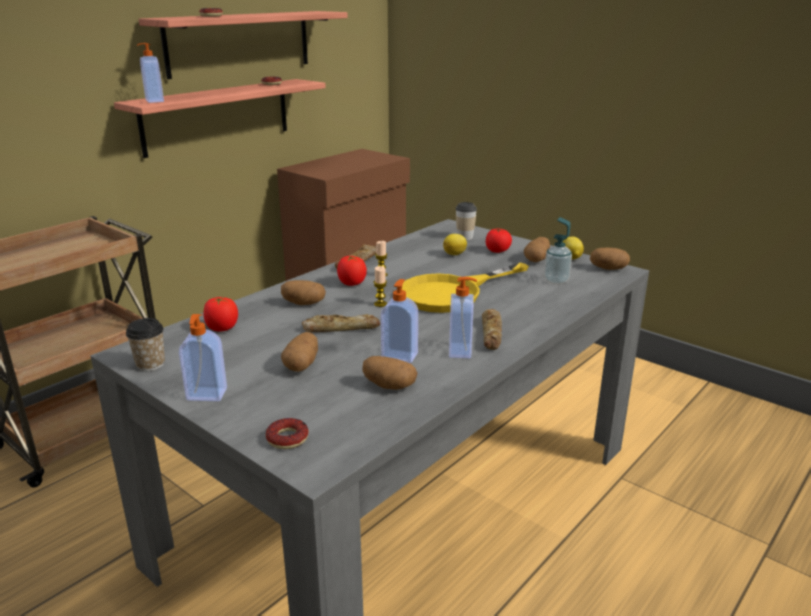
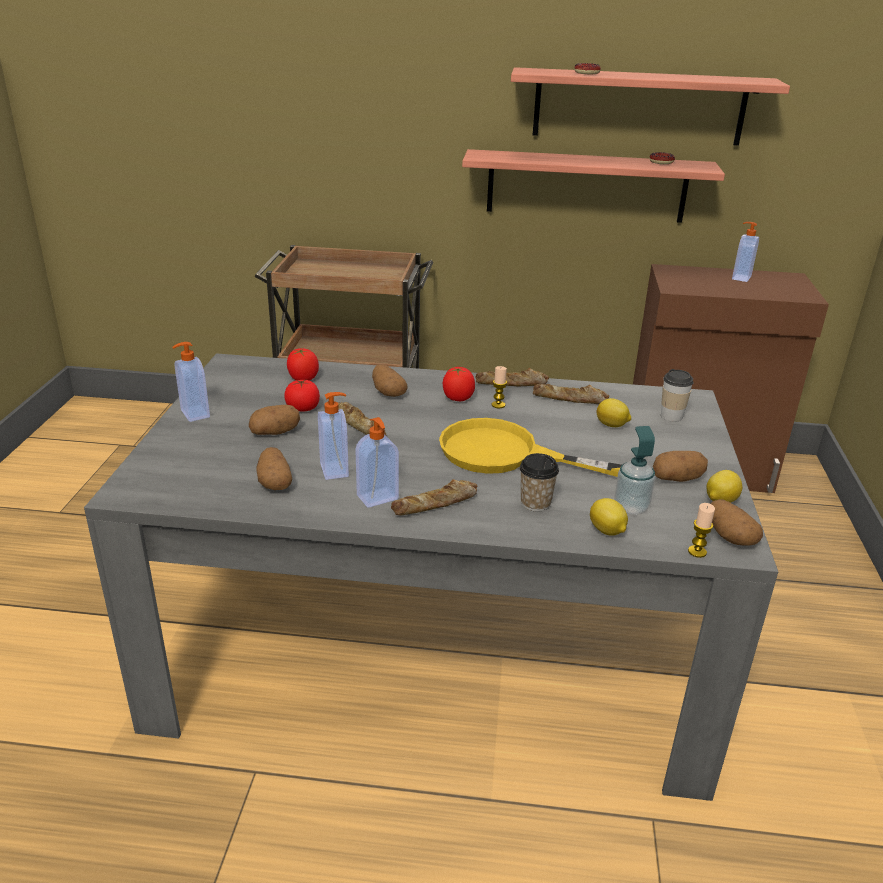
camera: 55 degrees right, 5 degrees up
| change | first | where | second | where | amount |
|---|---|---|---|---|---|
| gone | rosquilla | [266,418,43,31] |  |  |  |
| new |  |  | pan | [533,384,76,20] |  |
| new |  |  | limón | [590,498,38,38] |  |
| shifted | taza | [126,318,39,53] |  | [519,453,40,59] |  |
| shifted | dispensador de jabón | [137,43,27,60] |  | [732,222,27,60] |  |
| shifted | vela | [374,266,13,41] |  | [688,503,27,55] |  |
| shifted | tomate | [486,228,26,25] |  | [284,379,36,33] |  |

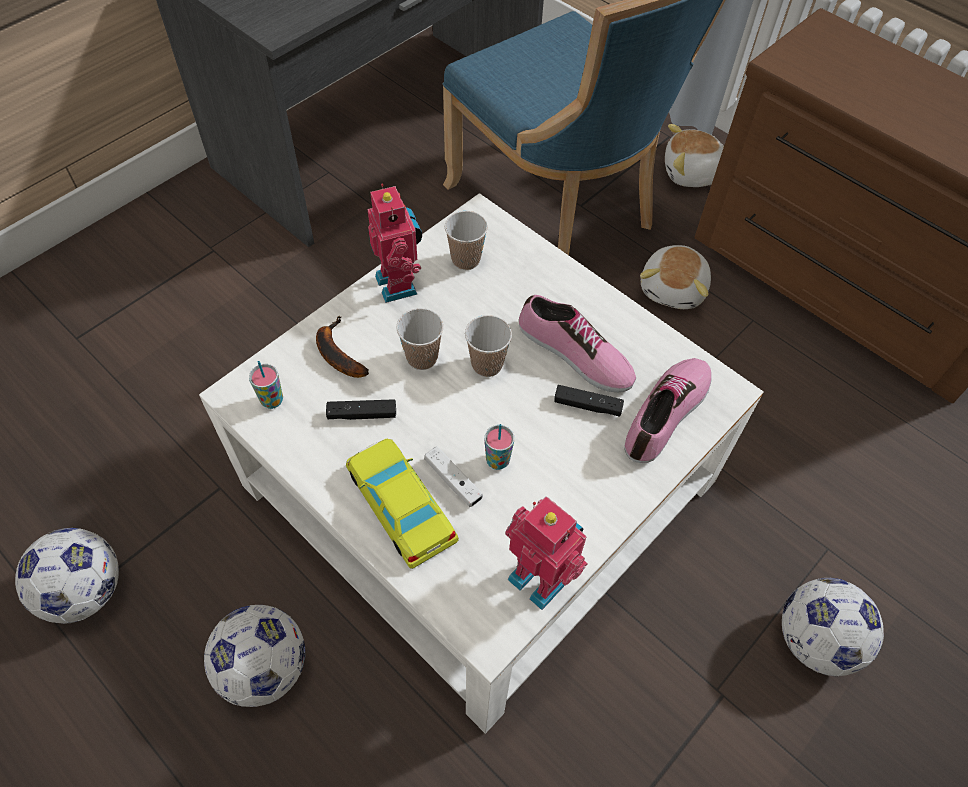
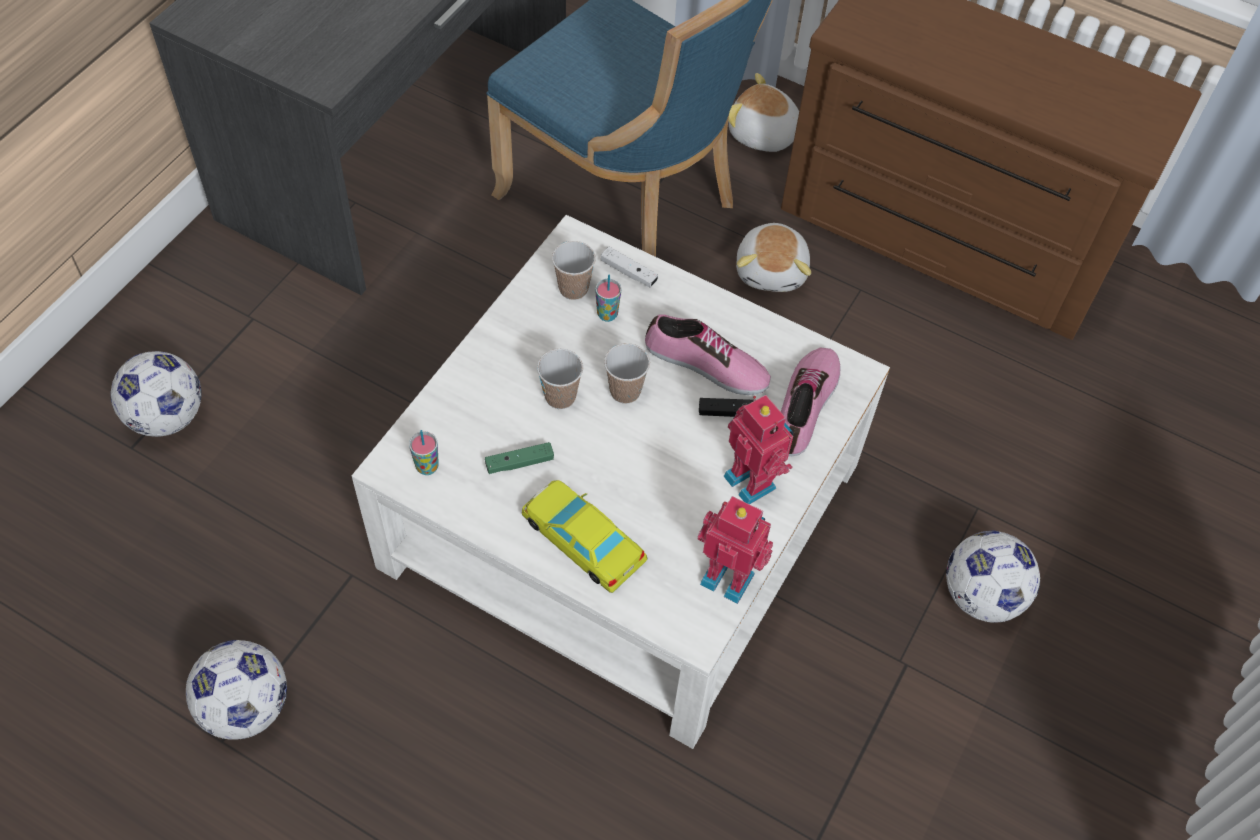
camera: 15 degrees left, 0 degrees up
| change | first | where | second | where | amount |
|---|---|---|---|---|---|
| gone | plátano | [316,316,53,62] |  |  |  |
| shifted | balón de fútbol | [204,605,101,102] |  | [111,351,91,86] |  |
| shifted | robot de juguete | [367,184,55,119] |  | [724,395,69,109] |  |
| shifted | mando de consola/blanco | [424,446,59,61] |  | [601,247,57,41] |  |
| shifted | taza | [485,424,29,46] |  | [595,275,27,47] |  |
| repainted | mando de consola/negro | [326,399,70,21] | mando de consola/verde | [485,442,69,32] |  |
| rotated | peluche | [665,124,59,63] |  | [728,73,71,79] | 45 degrees clockwise |

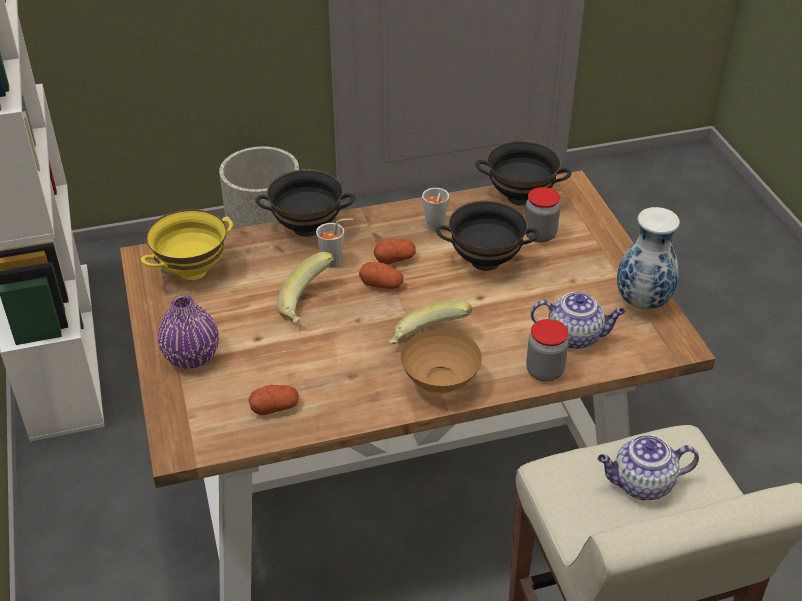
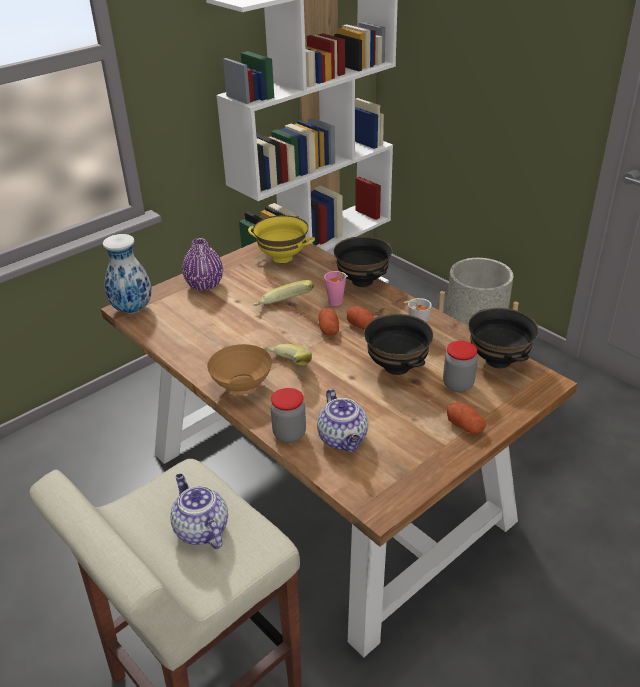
camera: 65 degrees right, 5 degrees down
| change | first | where | second | where | amount |
|---|---|---|---|---|---|
| shifted | patata | [248,385,51,30] |  | [447,402,39,32] |  |
| shifted | florero | [617,207,63,103] |  | [103,234,49,79] |  |
| repainted | taza/gris | [316,218,37,50] | taza/rosa | [324,271,24,35] |  |

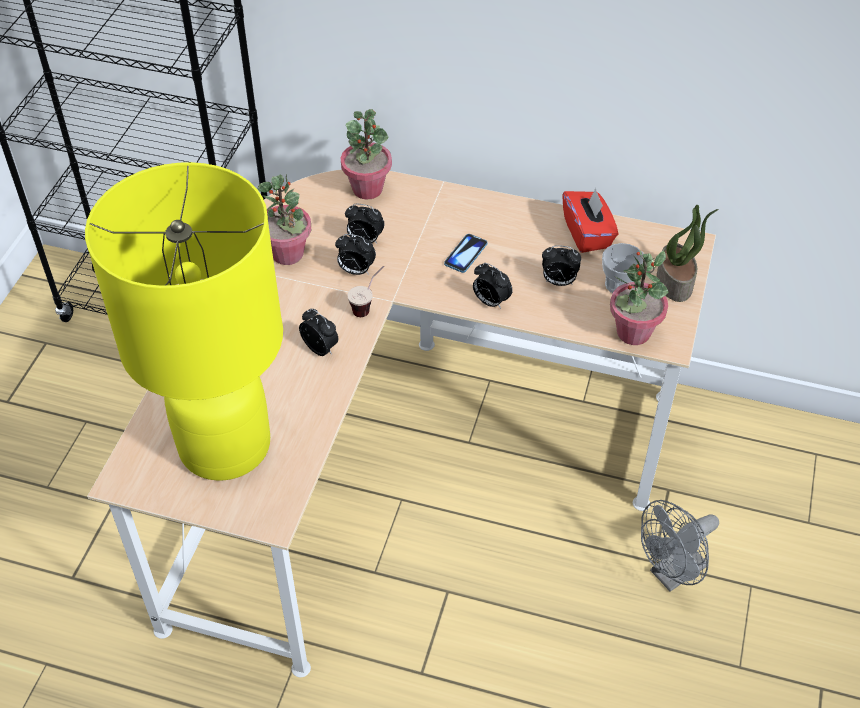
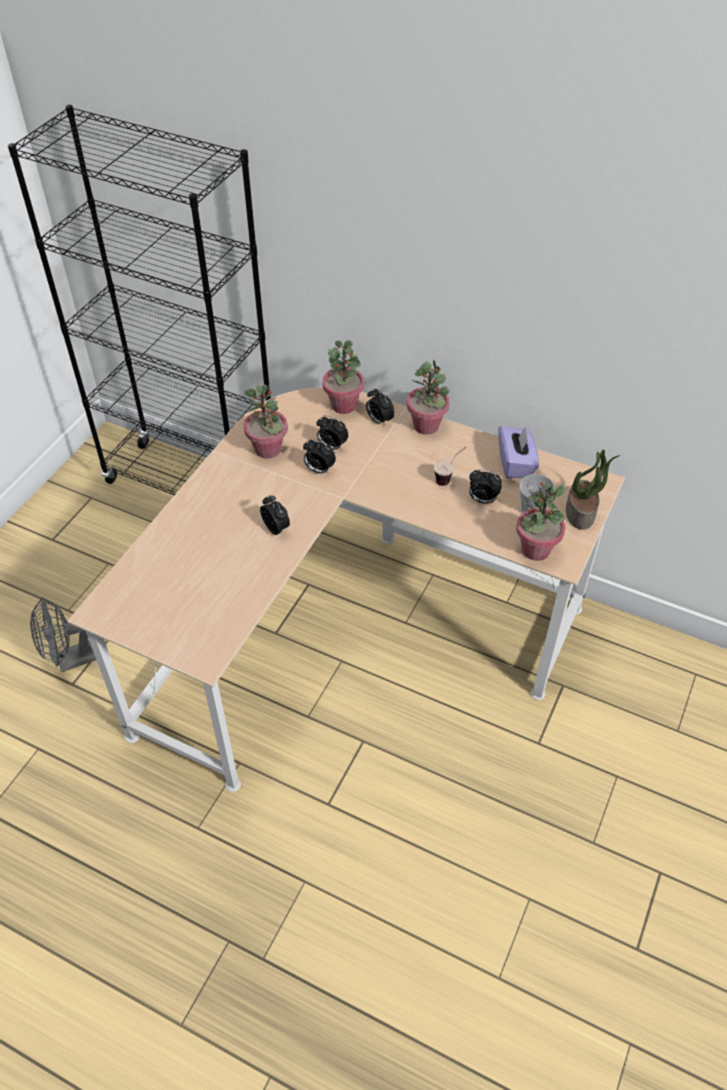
camera: 10 degrees right, 0 degrees up
| change | first | where | second | where | amount |
|---|---|---|---|---|---|
| gone | lámpara de mesa/amarillo | [85,162,198,319] |  |  |  |
| gone | móvil | [444,234,43,39] |  |  |  |
| new |  |  | planta en maceta | [407,360,42,75] |  |
| shifted | taza | [347,266,37,51] |  | [434,447,32,39] |  |
| shifted | despertador | [473,263,40,46] |  | [366,388,29,39] |  |
| shifted | ventilador/gris | [641,500,78,92] |  | [30,597,66,75] |  |
| repainted | caja de pañuelos/rojo | [562,188,56,65] | caja de pañuelos/morado | [499,426,40,52] |  |

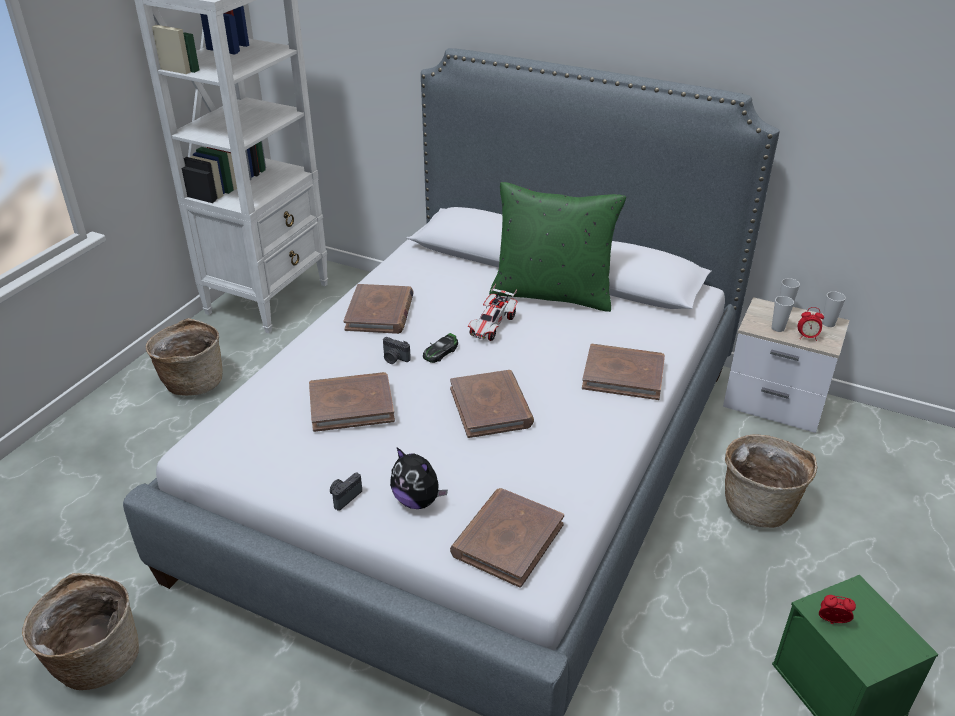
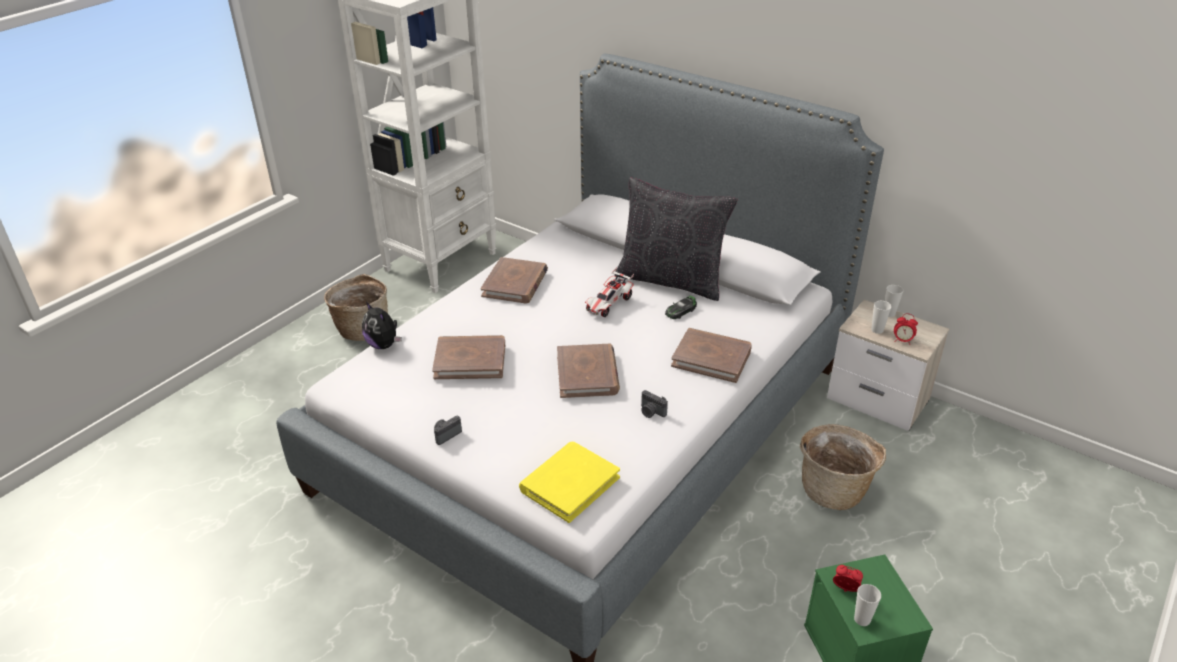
camera: 10 degrees right, 0 degrees up
| change | first | where | second | where | amount |
|---|---|---|---|---|---|
| gone | cesta | [22,573,117,117] |  |  |  |
| shifted | cámara | [383,337,28,27] |  | [641,390,27,28] |  |
| shifted | peluche | [390,448,58,61] |  | [362,302,40,47] |  |
| shifted | coche de juguete | [423,333,35,30] |  | [665,296,32,23] |  |
| shifted | taza | [822,291,24,36] |  | [854,584,27,42] |  |
| repainted | libro/marrón | [450,488,114,100] | libro/amarillo | [519,442,101,81] |  |
| repainted | cojín/verde | [489,182,137,130] | cojín/negro | [614,178,124,123] |  |

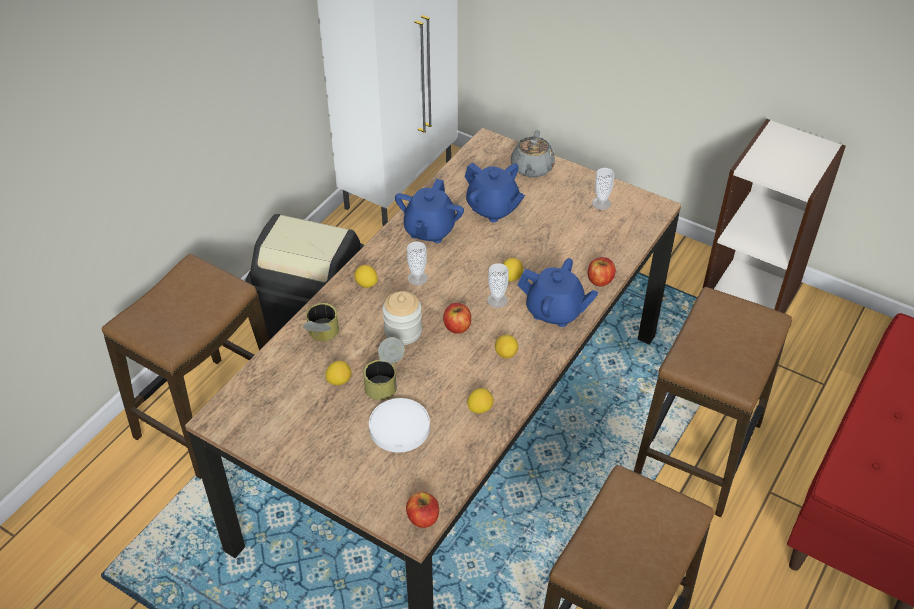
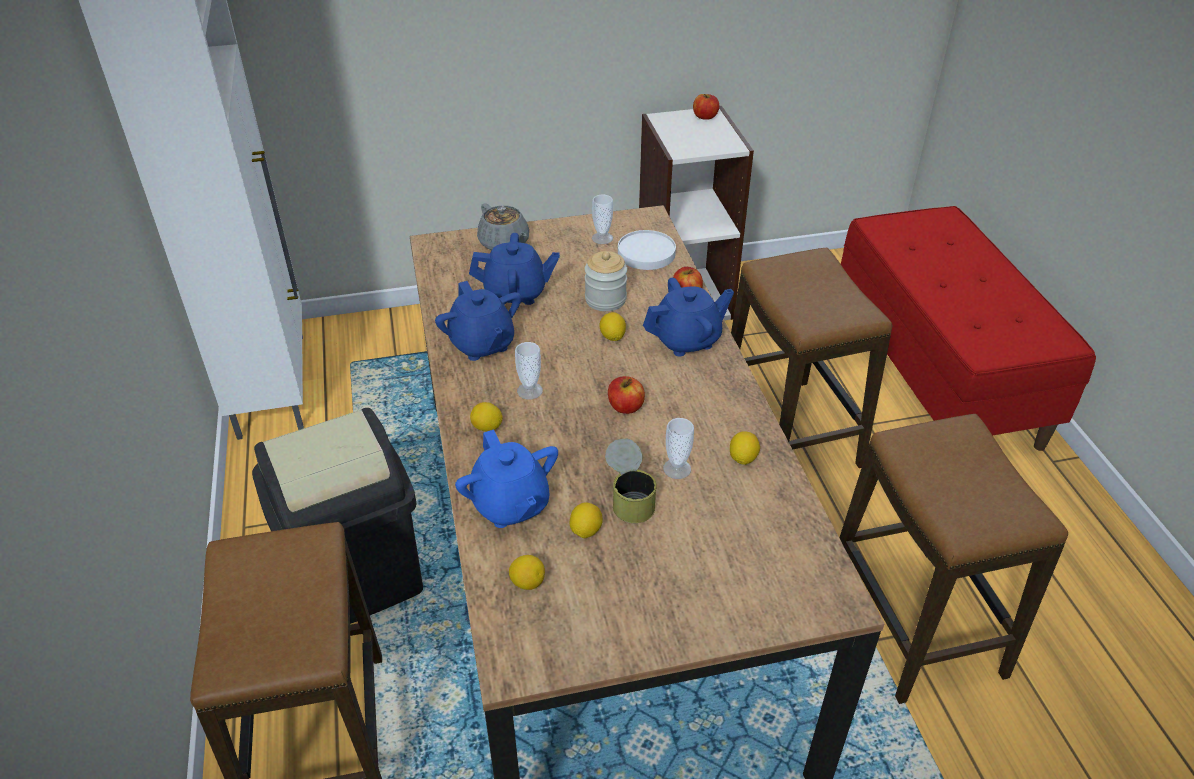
camera: 45 degrees left, 5 degrees down
| change | first | where | second | where | amount |
|---|---|---|---|---|---|
| shifted | plato/blanco | [369,398,61,55] |  | [618,230,58,40] |  |
| shifted | tarro | [382,291,40,54] |  | [585,251,42,60] |  |
| shifted | manzana | [406,492,33,36] |  | [693,94,26,26] |  |
| shifted | taza | [487,263,21,45] |  | [663,418,31,61] |  |
| shifted | limón | [495,335,23,23] |  | [509,555,36,35] |  |
| swapped | lata | [303,303,36,38] | tetera/azul | [455,430,103,98] |  |

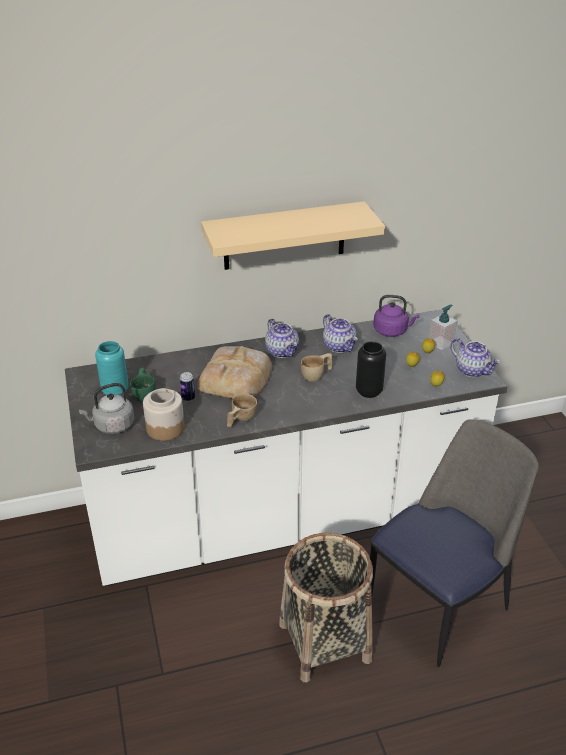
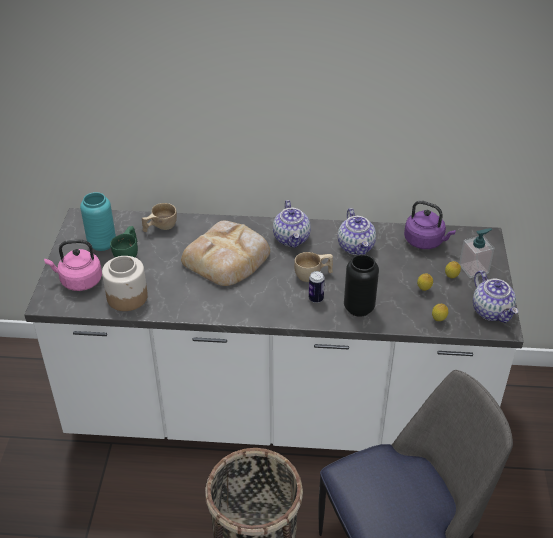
camera: 20 degrees right, 5 degrees up
| change | first | where | second | where | amount |
|---|---|---|---|---|---|
| gone | estante/beis | [201,201,184,69] |  |  |  |
| shifted | lata | [180,372,15,29] |  | [309,271,16,32] |  |
| shifted | taza/beis | [227,394,30,33] |  | [142,203,35,29] |  |
| repainted | hervidor/gris | [79,383,55,51] | hervidor/rosa | [44,239,58,52] |  |

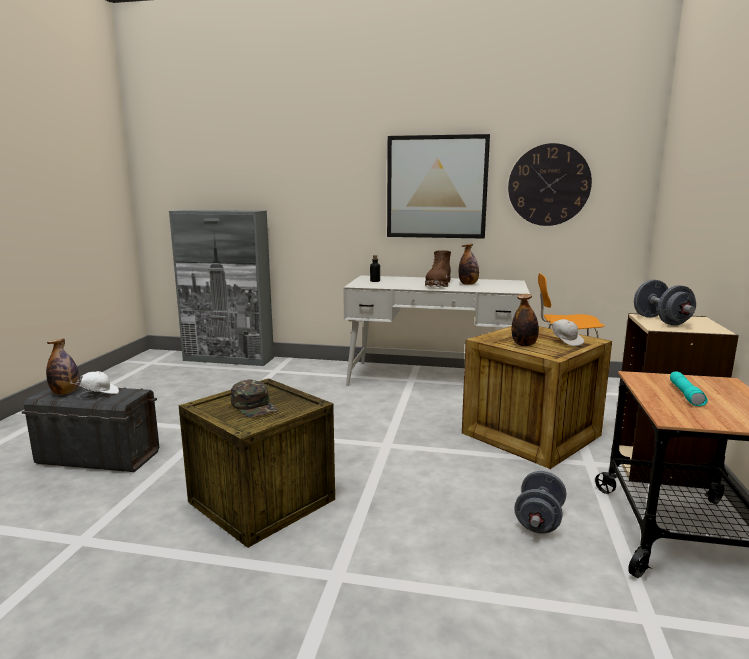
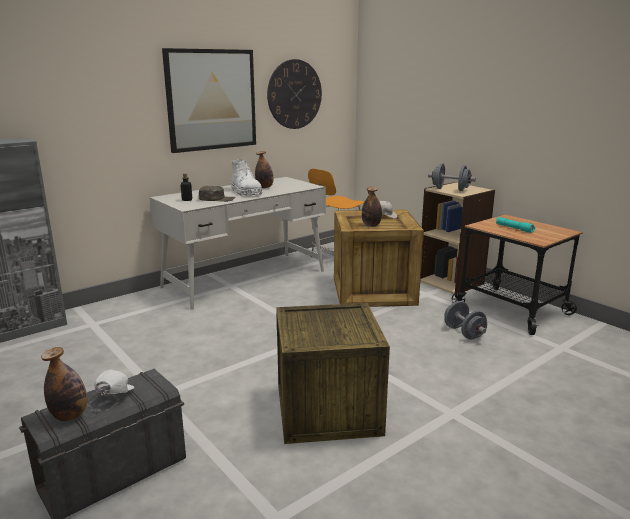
camera: 50 degrees left, 5 degrees up
| change | first | where | second | where | amount |
|---|---|---|---|---|---|
| shifted | gorra/verde | [231,380,47,38] |  | [199,186,36,16] |  |
| repainted | bota/marrón | [425,250,26,37] | bota/blanco | [231,160,31,35] |  |

